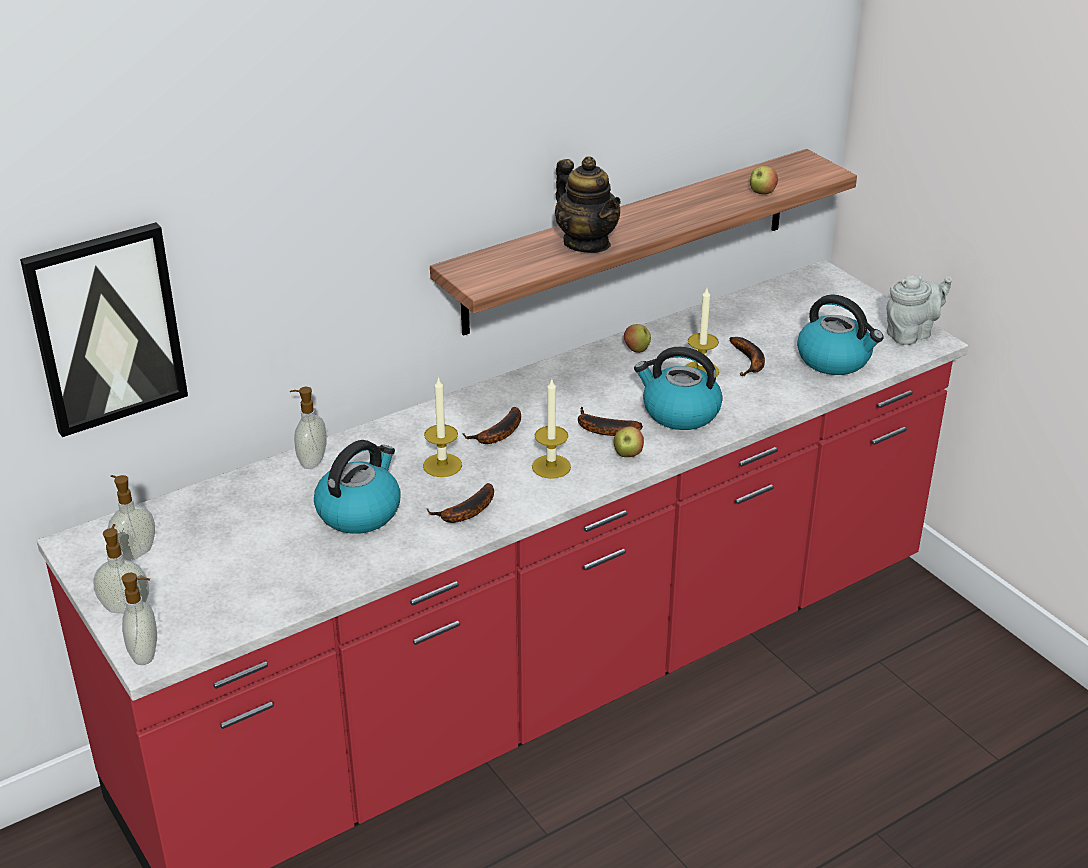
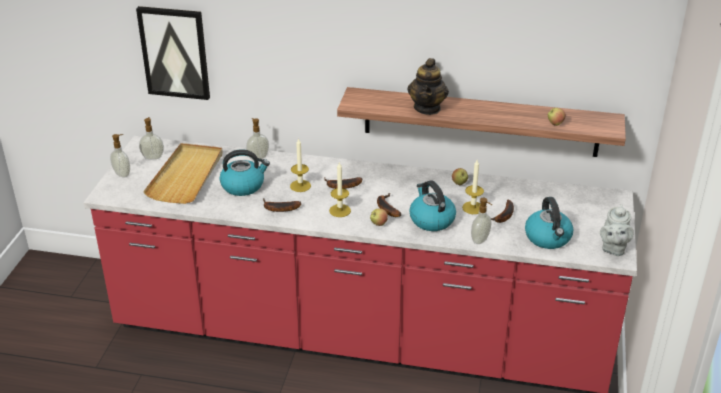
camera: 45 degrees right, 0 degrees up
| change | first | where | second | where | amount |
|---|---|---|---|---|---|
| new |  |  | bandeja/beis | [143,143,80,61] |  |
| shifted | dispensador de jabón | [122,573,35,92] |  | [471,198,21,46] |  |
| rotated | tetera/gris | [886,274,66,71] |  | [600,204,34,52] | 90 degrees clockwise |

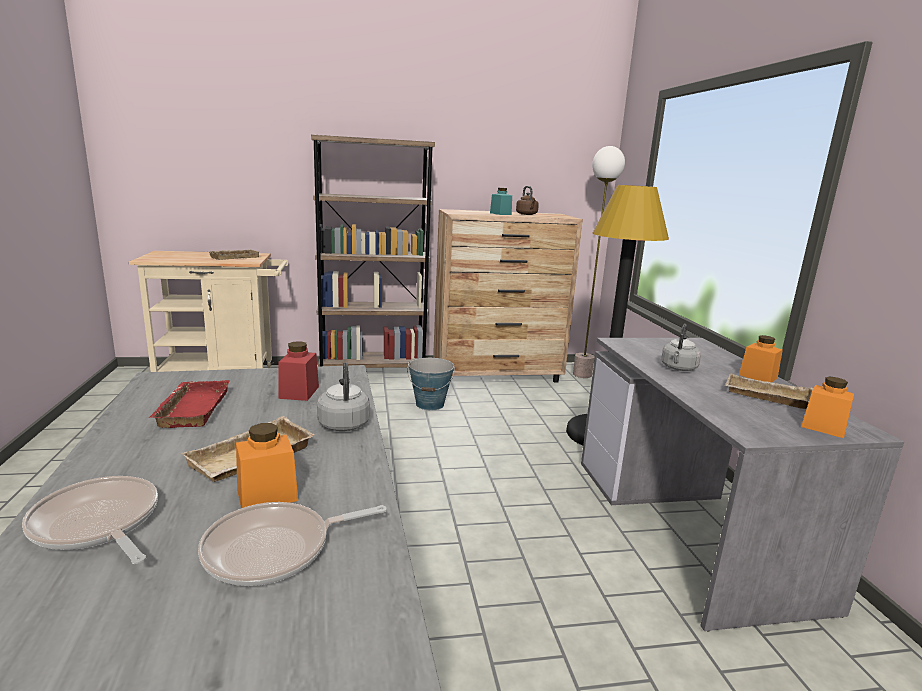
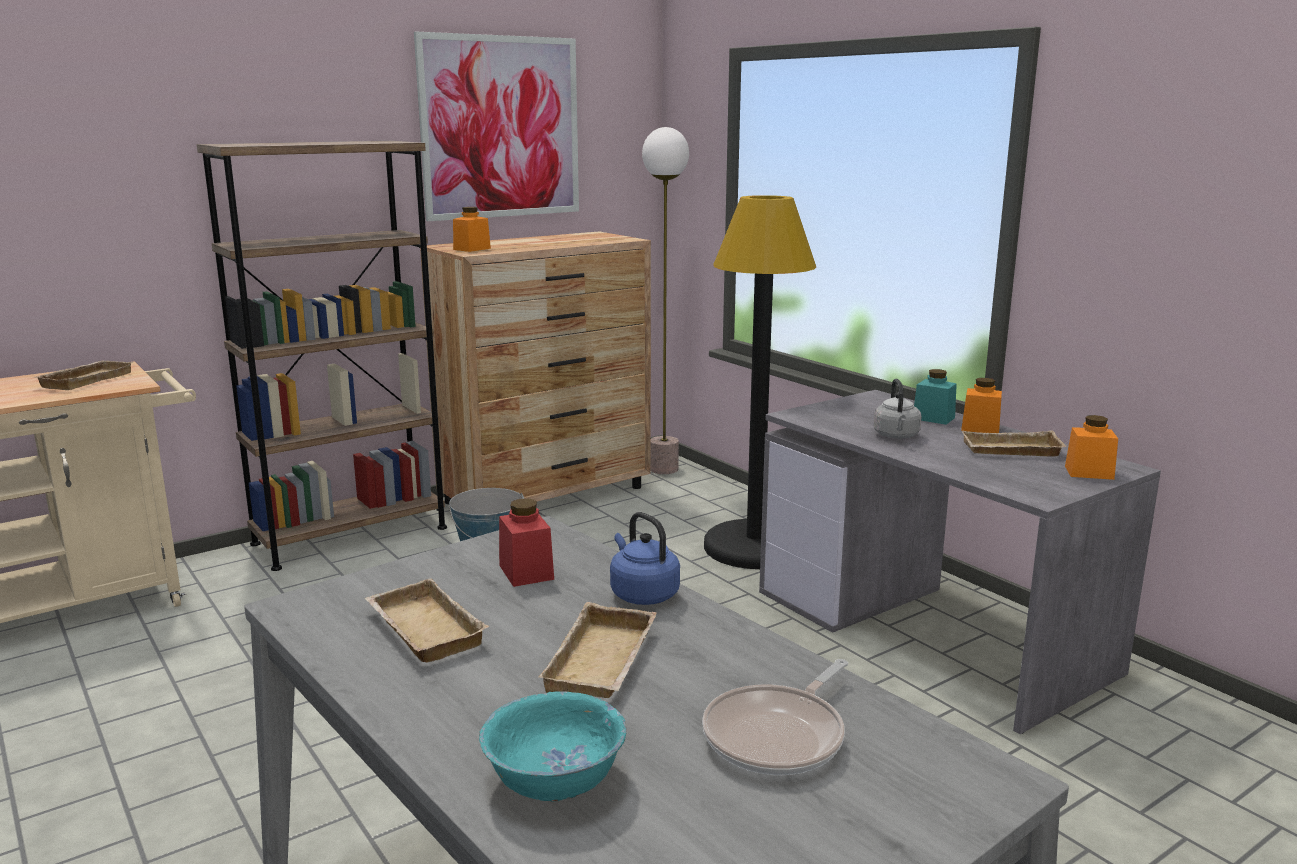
camera: 25 degrees left, 0 degrees up
| change | first | where | second | where | amount |
|---|---|---|---|---|---|
| gone | hervidor/marrón | [516,186,23,29] |  |  |  |
| new |  |  | cuadro | [414,32,165,189] |  |
| shifted | tarro/naranja | [236,423,62,85] |  | [453,207,38,45] |  |
| shifted | tarro/turquesa | [490,188,22,27] |  | [914,369,43,56] |  |
| swapped | sartén | [22,476,136,88] | cuenco/turquesa | [479,691,148,111] |  |
| repainted | bandeja/rojo | [148,380,82,48] | bandeja/beis | [365,578,124,85] |  |
| repainted | hervidor/gris | [317,362,53,69] | hervidor/azul | [610,512,70,93] |  |

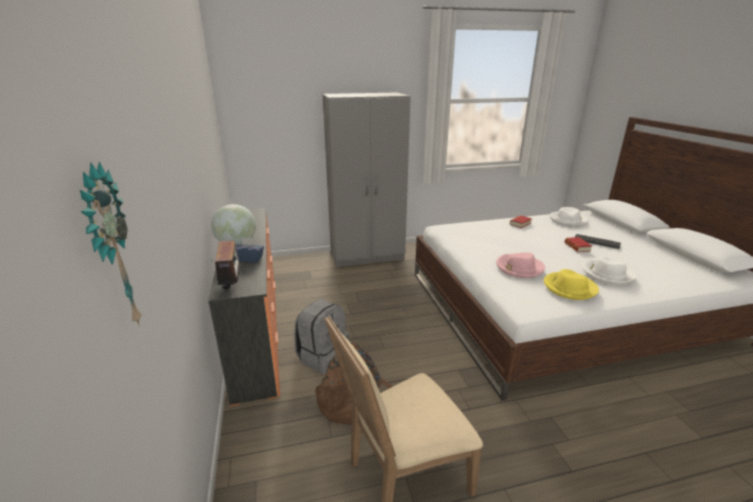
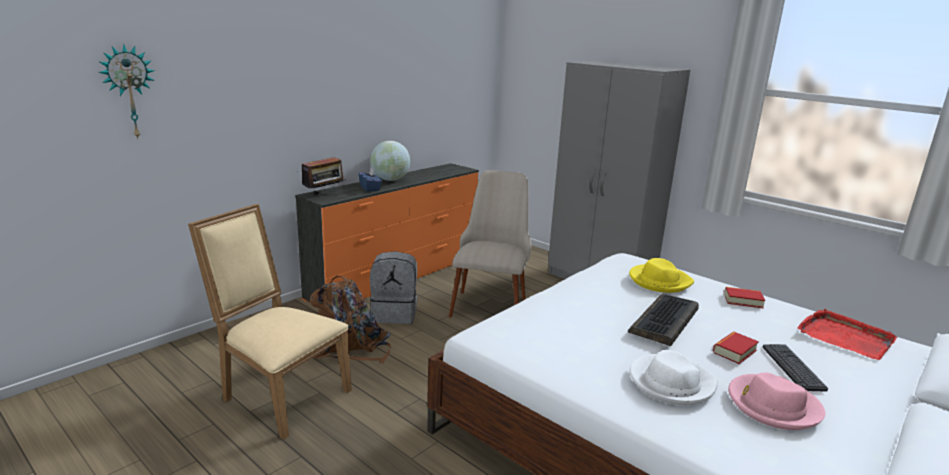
camera: 55 degrees right, 5 degrees down
| change | first | where | second | where | amount |
|---|---|---|---|---|---|
| new |  |  | silla/beis | [449,170,83,148] |  |
| new |  |  | teclado | [628,294,71,52] |  |
| shifted | sombrero/rosa | [496,252,49,26] |  | [728,372,97,58] |  |
| shifted | sombrero/amarillo | [544,269,55,31] |  | [629,258,65,35] |  |
| swapped | sombrero/blanco | [550,207,38,20] | bandeja/rojo | [798,309,99,51] |  |

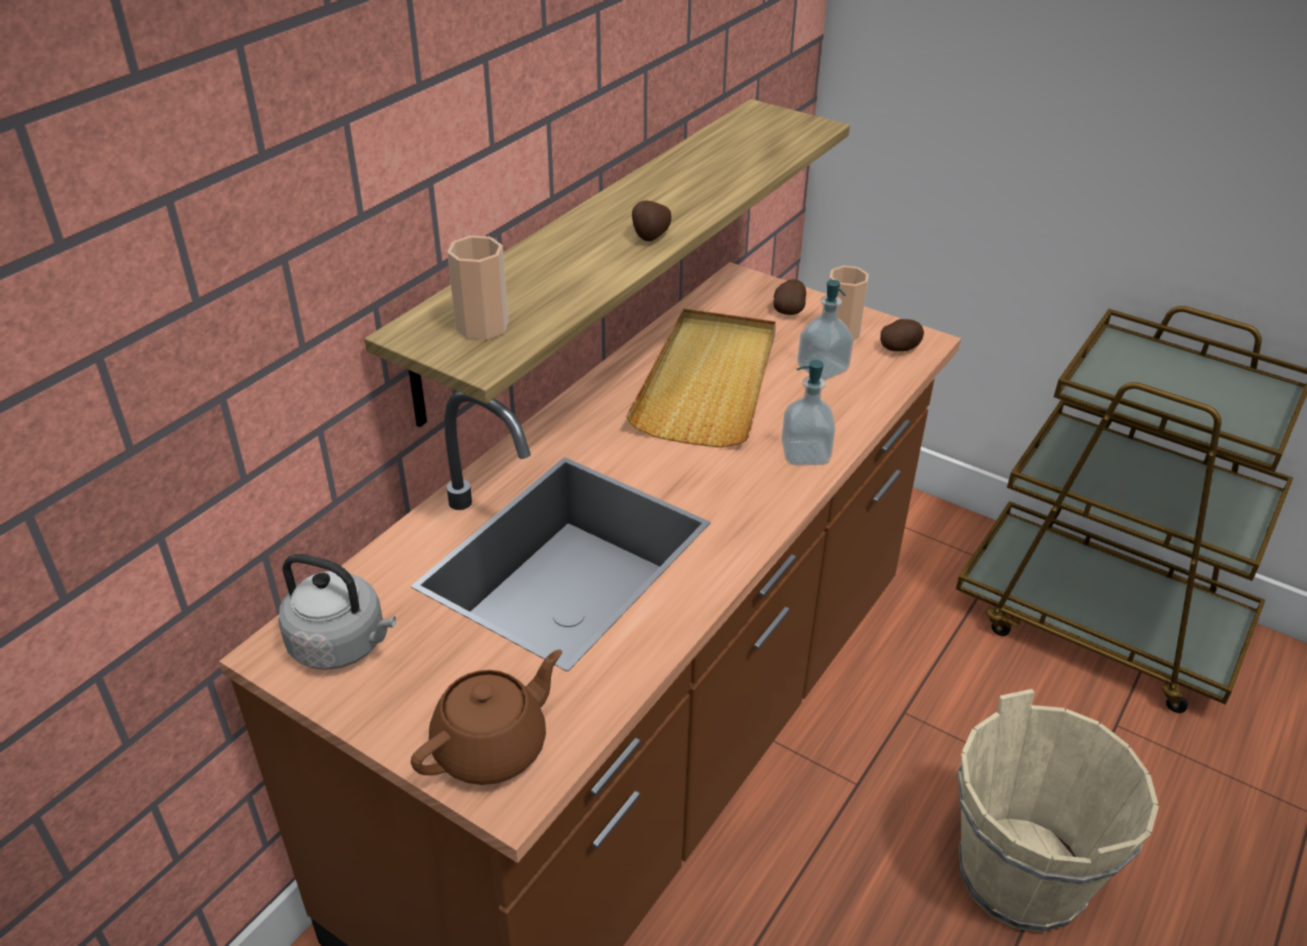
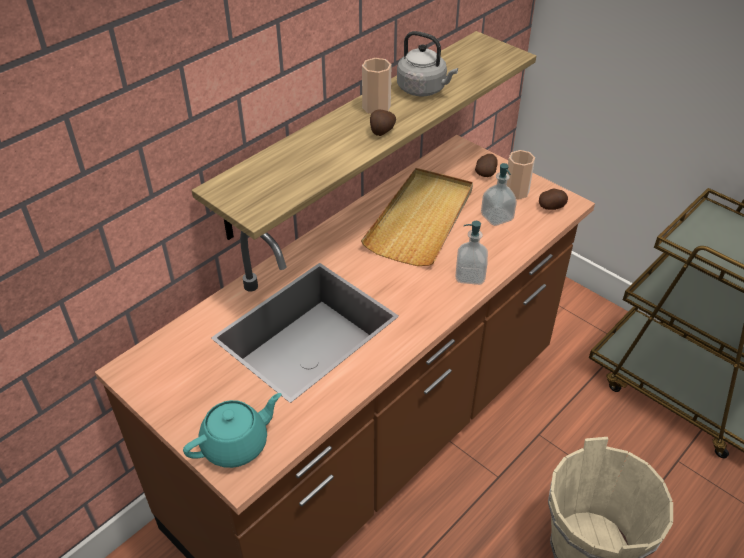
camera: 10 degrees right, 5 degrees up
| change | first | where | second | where | amount |
|---|---|---|---|---|---|
| shifted | hervidor/gris | [278,554,118,116] |  | [397,31,61,65] |  |
| shifted | taza | [447,235,62,105] |  | [362,58,30,56] |  |
| repainted | tetera/marrón | [411,650,151,135] | tetera/turquesa | [183,393,99,75] |  |

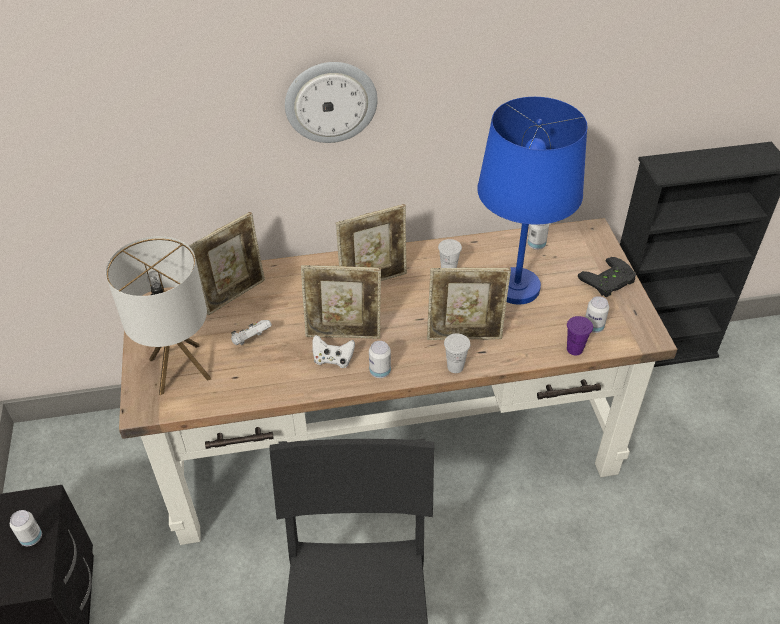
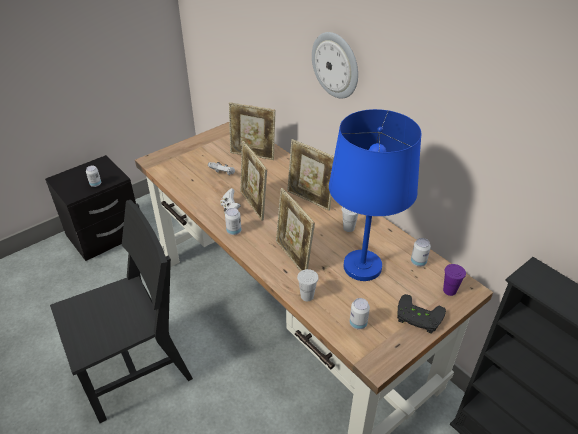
camera: 60 degrees right, 5 degrees down
| change | first | where | second | where | amount |
|---|---|---|---|---|---|
| gone | lámpara de mesa | [106,236,105,159] |  |  |  |
| shifted | taza/blanco | [444,333,26,40] |  | [297,269,22,32] |  |
| shifted | taza/morado | [567,316,26,40] |  | [443,264,23,32] |  |

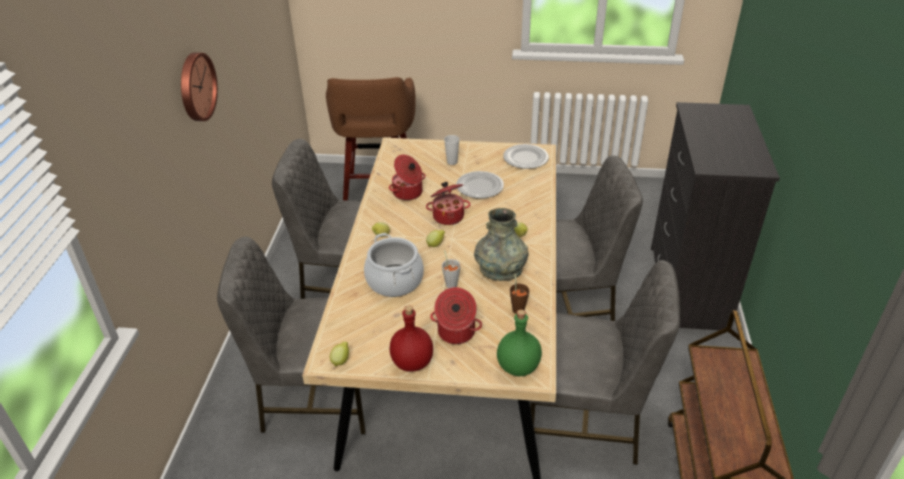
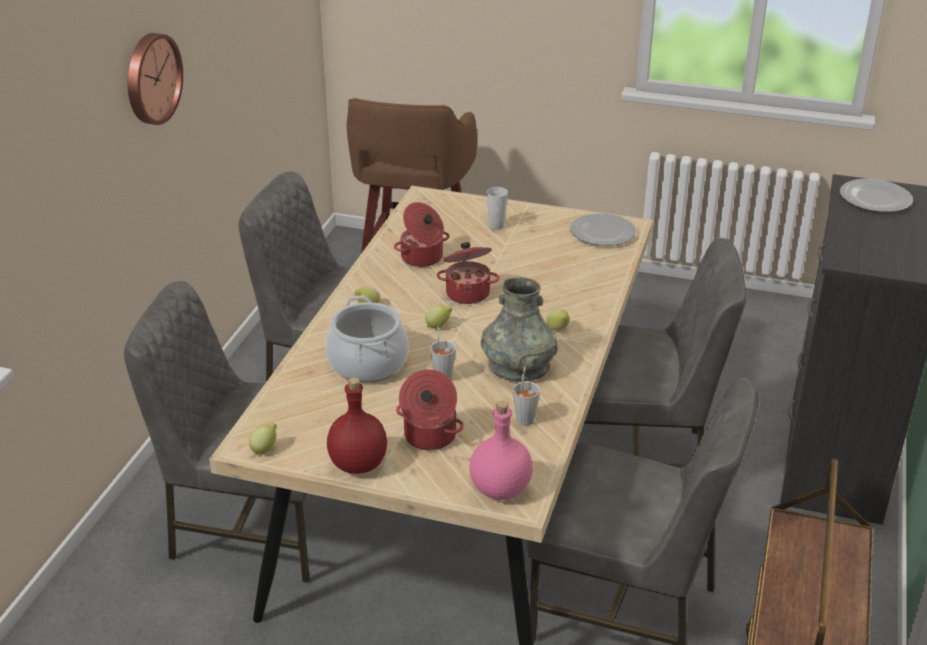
camera: 10 degrees right, 5 degrees down
| change | first | where | second | where | amount |
|---|---|---|---|---|---|
| shifted | plato | [456,171,48,27] |  | [840,179,73,33] |  |
| repainted | botella/verde | [497,310,45,66] | botella/rosa | [469,401,64,99] |  |
| repainted | taza/marrón | [510,273,19,41] | taza/gris | [513,367,27,59] |  |

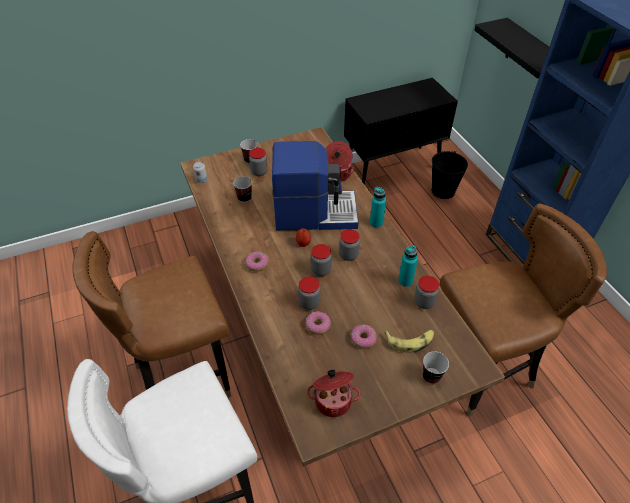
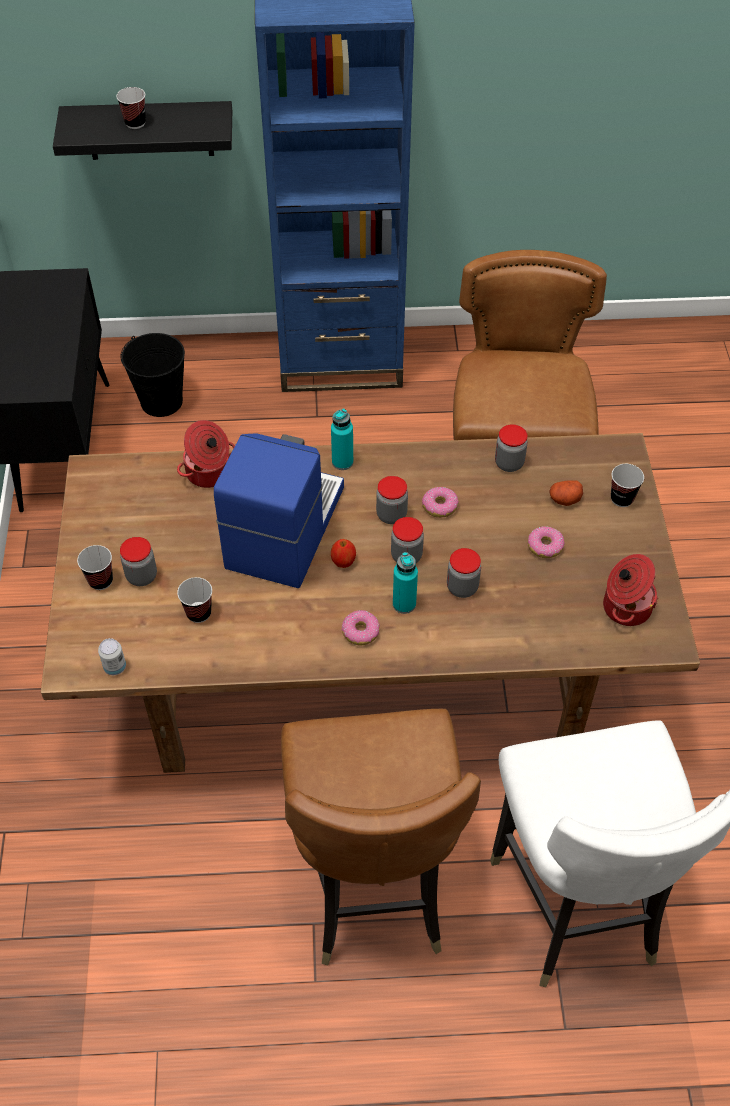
camera: 70 degrees left, 5 degrees up
| change | first | where | second | where | amount |
|---|---|---|---|---|---|
| new |  |  | taza | [116,87,30,42] |  |
| shifted | rosquilla | [305,311,26,24] |  | [422,487,37,31] |  |
| shifted | botella/turquesa | [398,245,20,42] |  | [393,552,25,62] |  |
| swapped | plátano | [385,330,49,23] | patata | [549,480,34,26] |  |

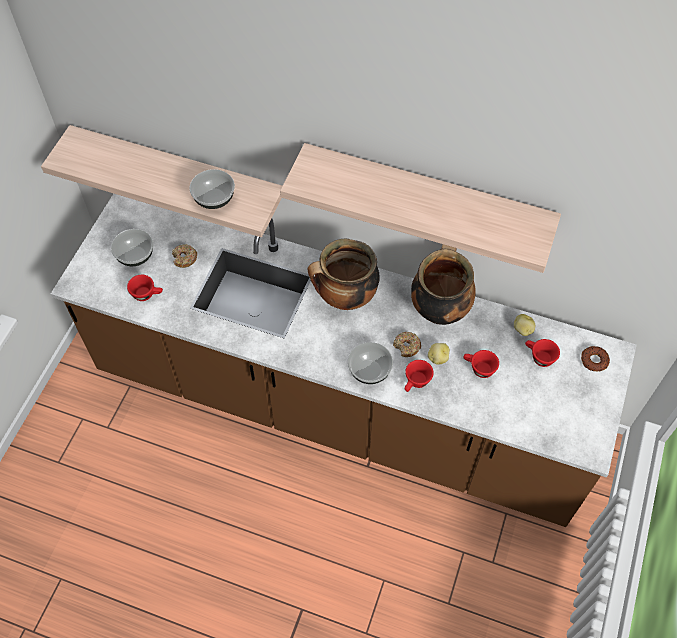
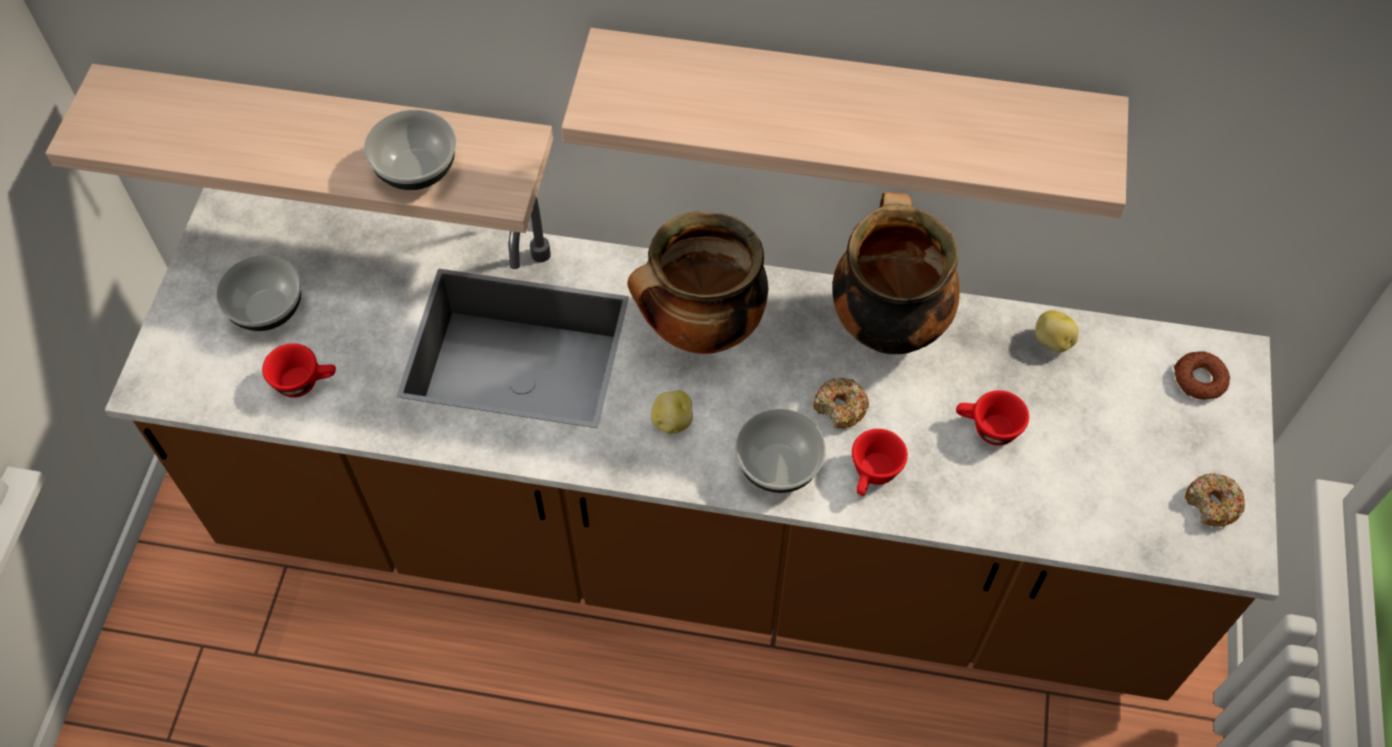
camera: 10 degrees left, 0 degrees up
| change | first | where | second | where | amount |
|---|---|---|---|---|---|
| gone | taza/rojo | [525,339,35,28] |  |  |  |
| shifted | rosquilla | [172,244,25,24] |  | [1185,473,60,54] |  |
| shifted | patata | [428,343,22,22] |  | [651,390,42,44] |  |

